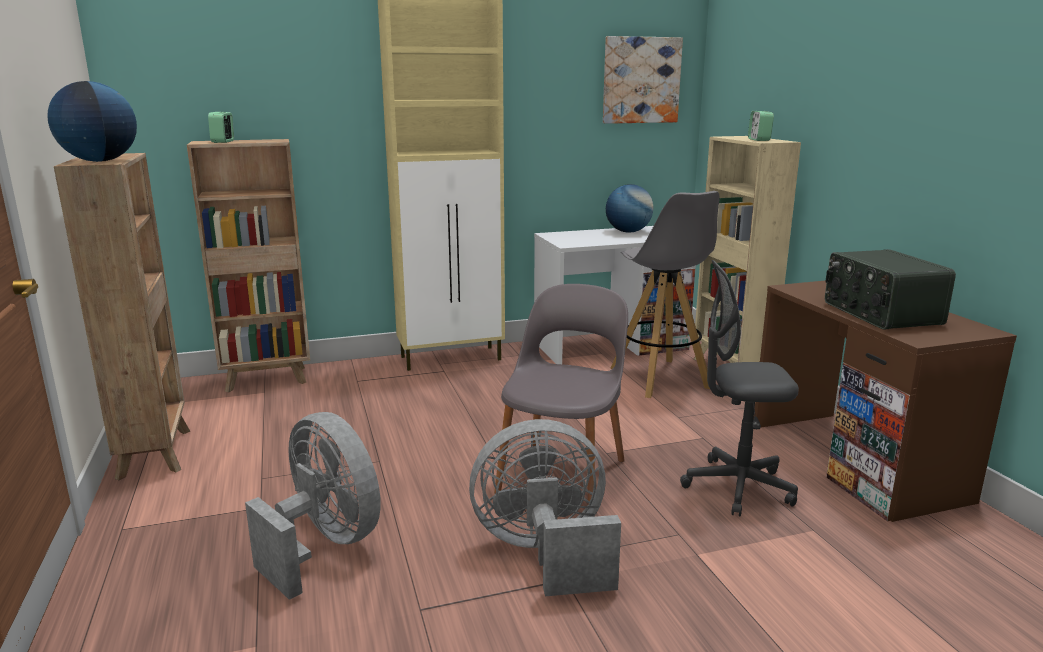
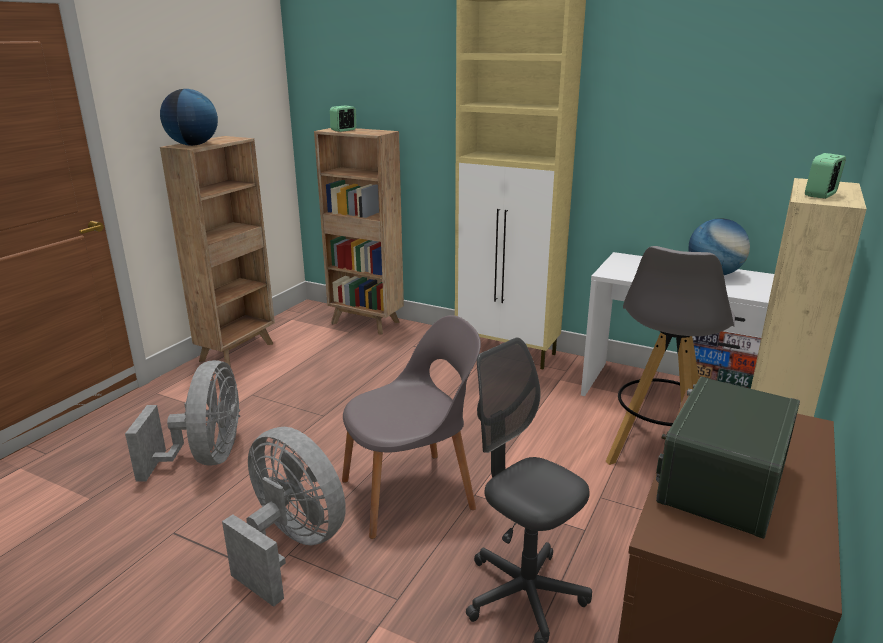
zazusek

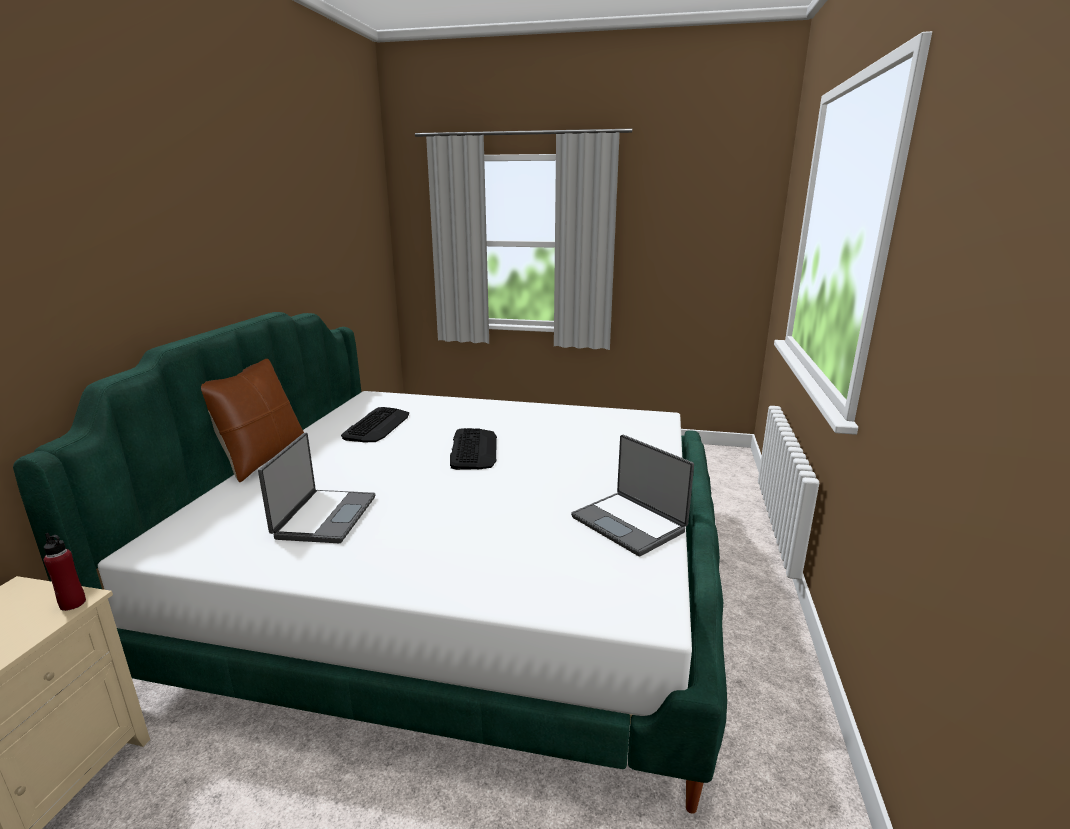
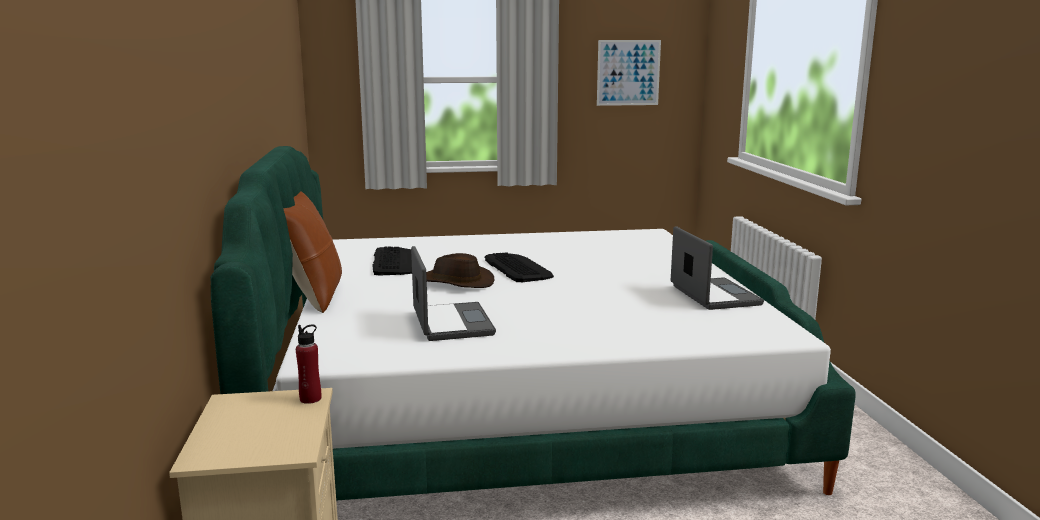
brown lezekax
zazusek
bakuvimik (2nd from left)

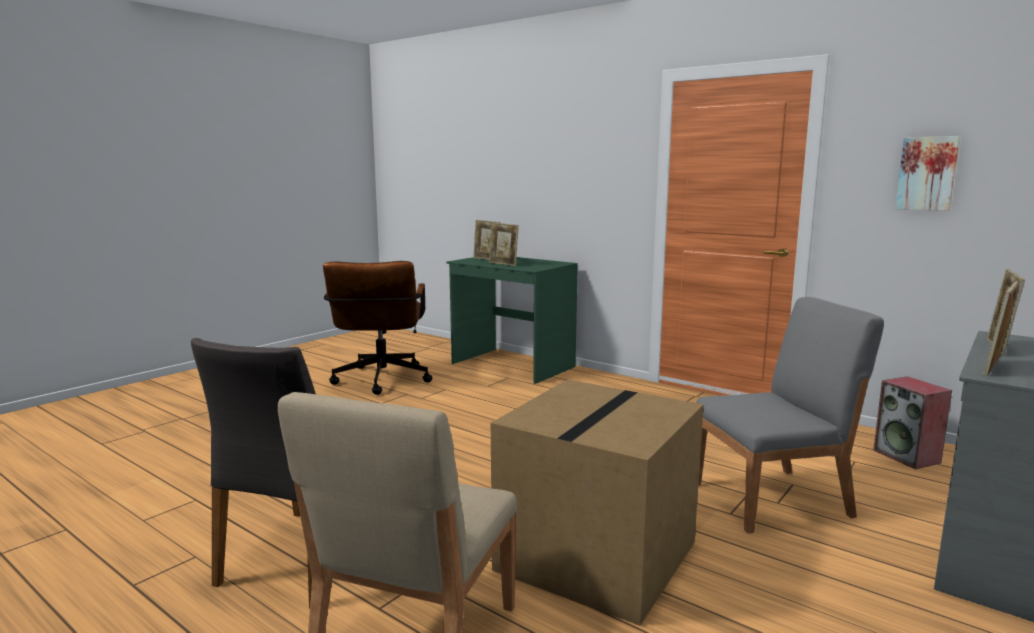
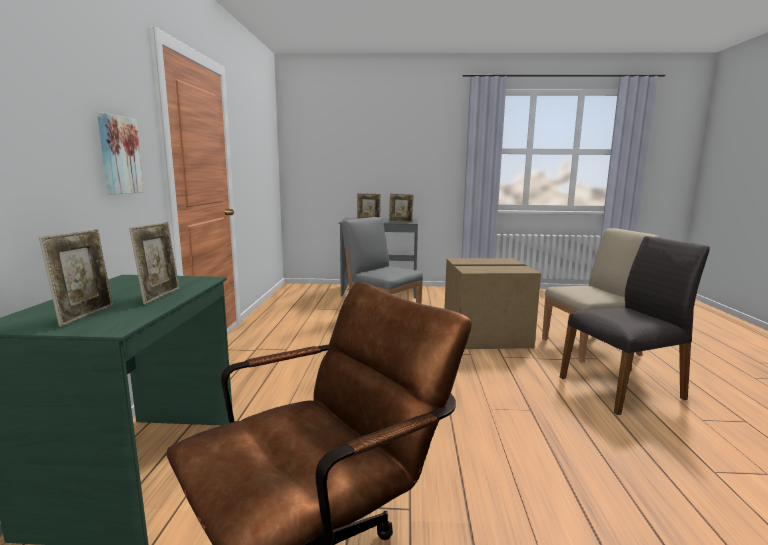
zazusek
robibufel

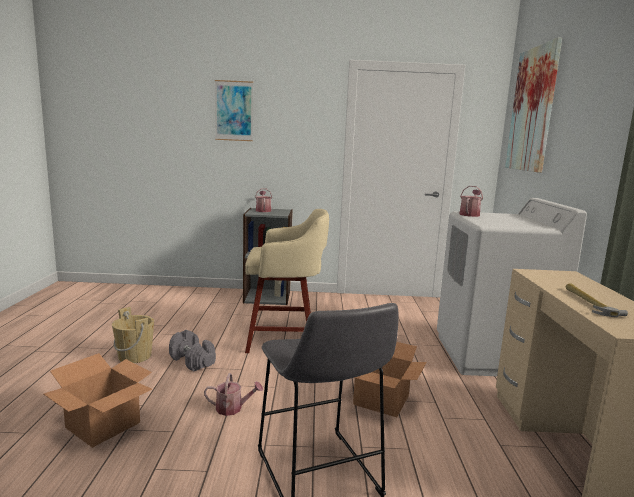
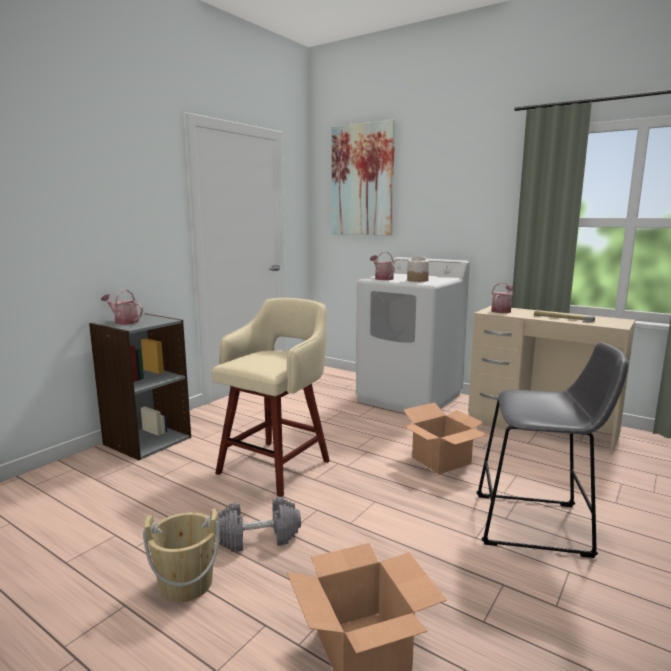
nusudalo
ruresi (3rd from left)
zazusek (1st from left in the first image)

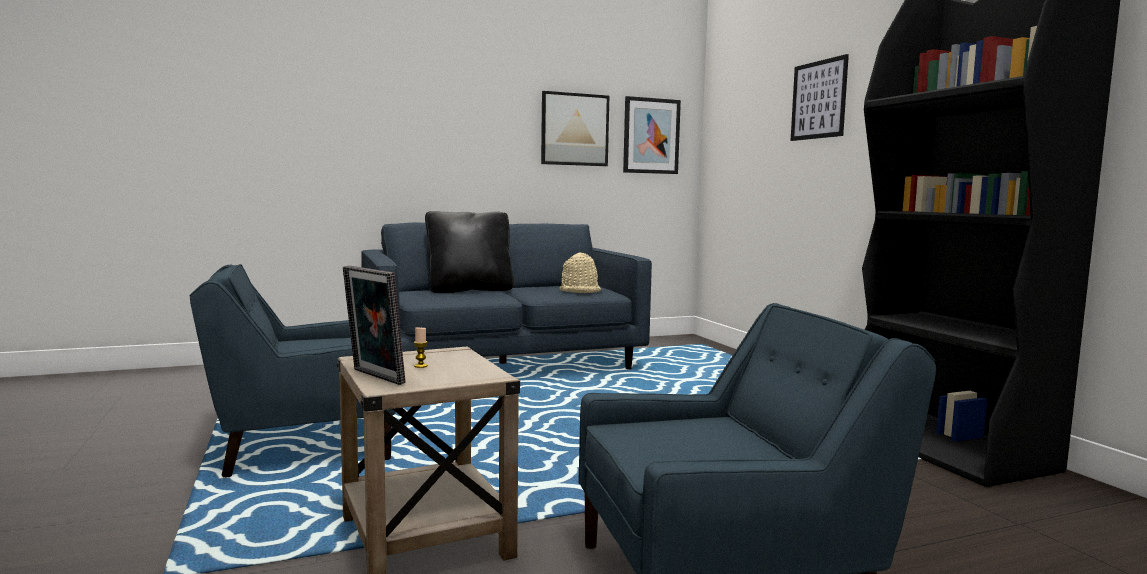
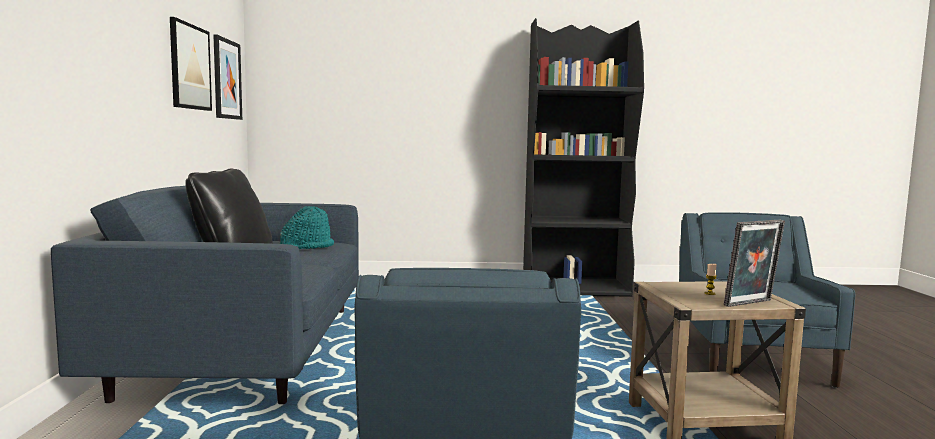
turquoise lezekax
zazusek (3rd from left in the first image)

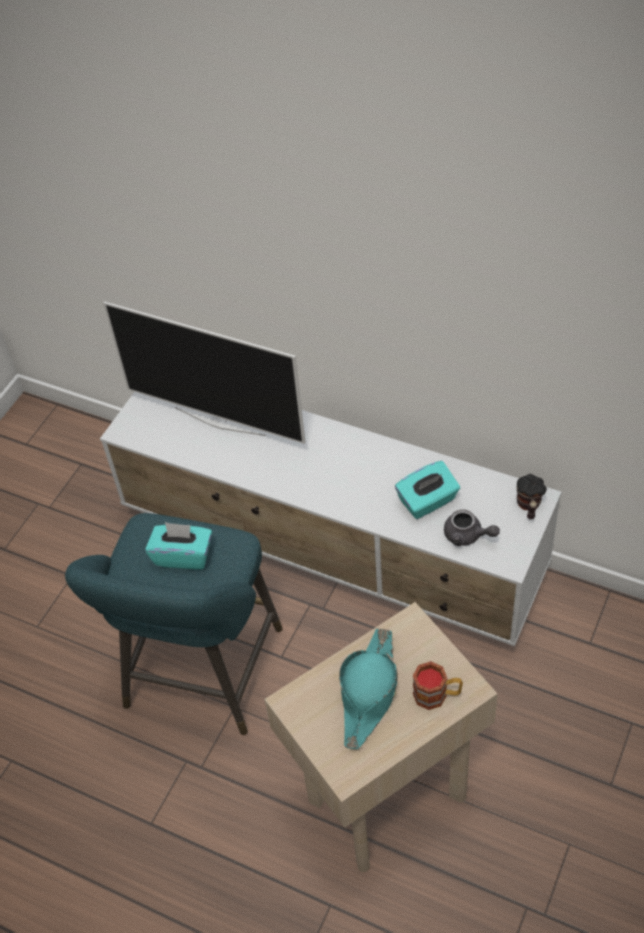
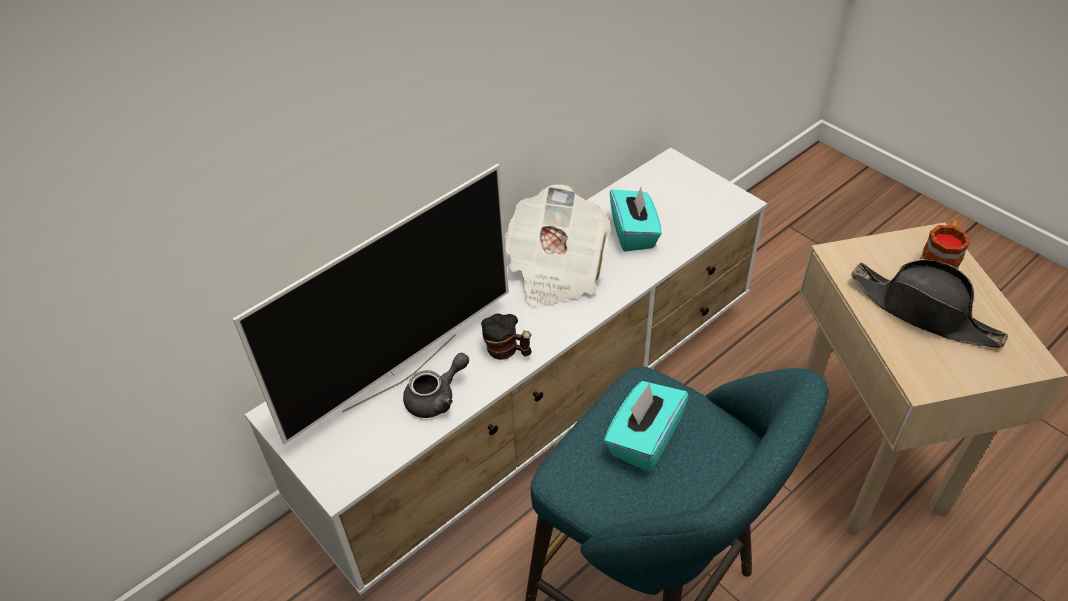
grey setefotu
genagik (1st from left)
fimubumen
black lezekax

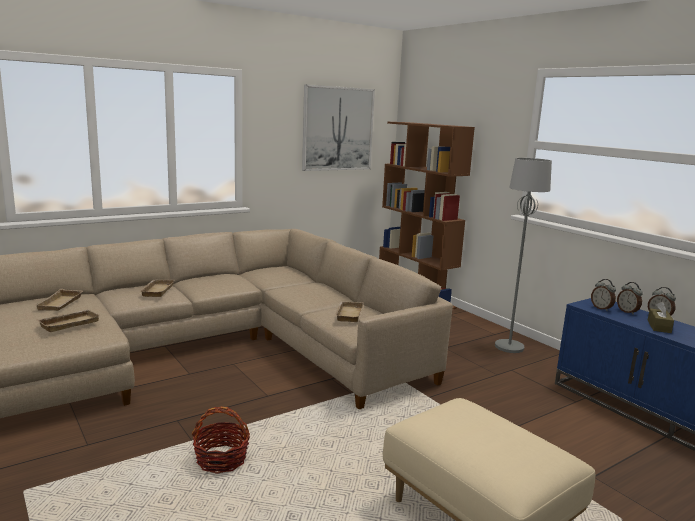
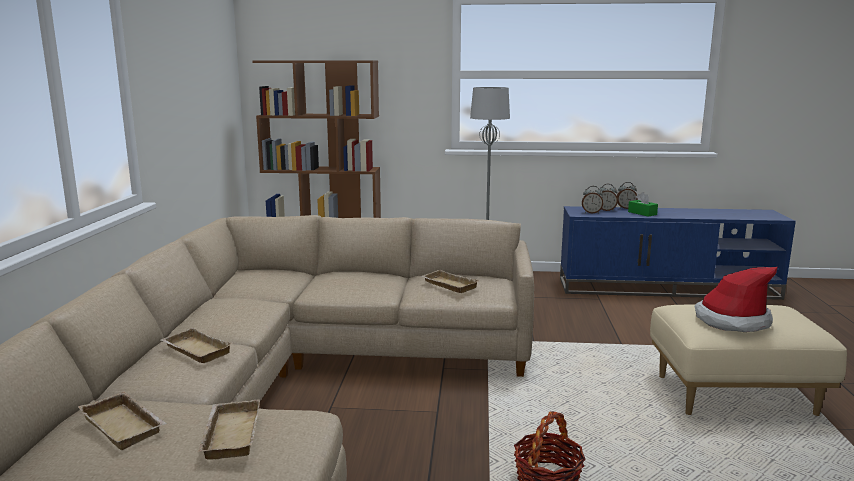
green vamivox
lezekax
zazusek

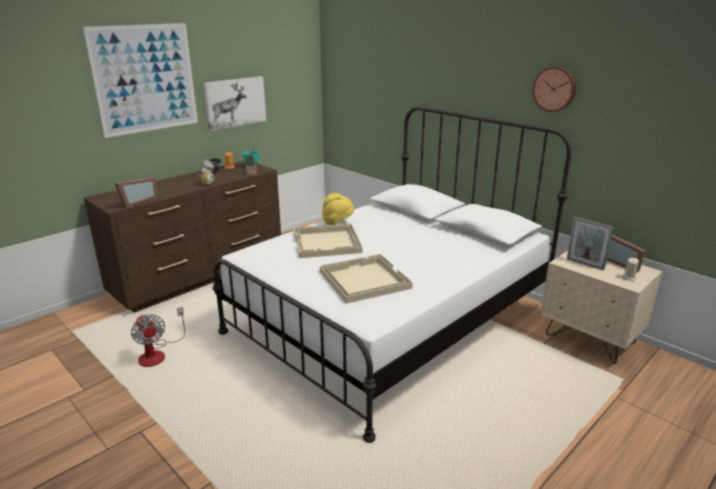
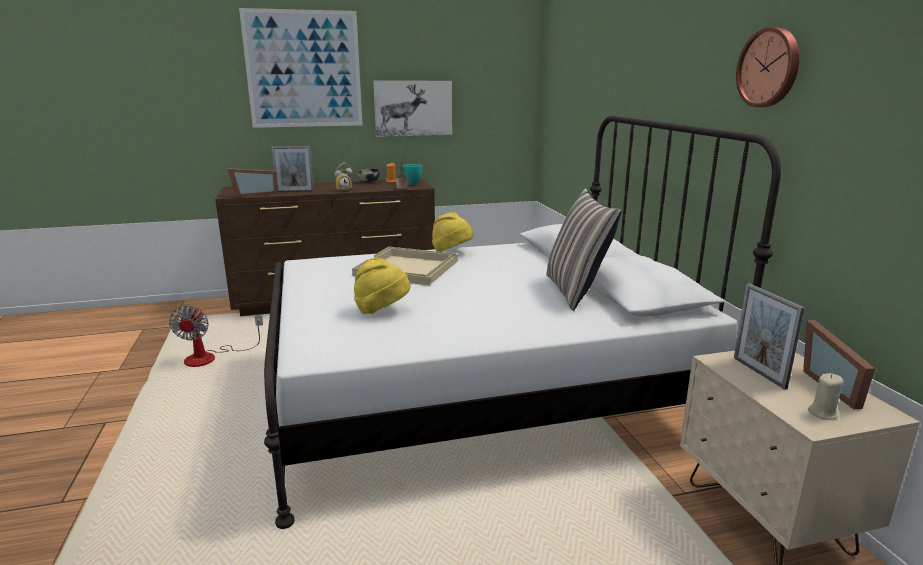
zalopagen (2nd from left)
yellow lezekax (1st from left)
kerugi

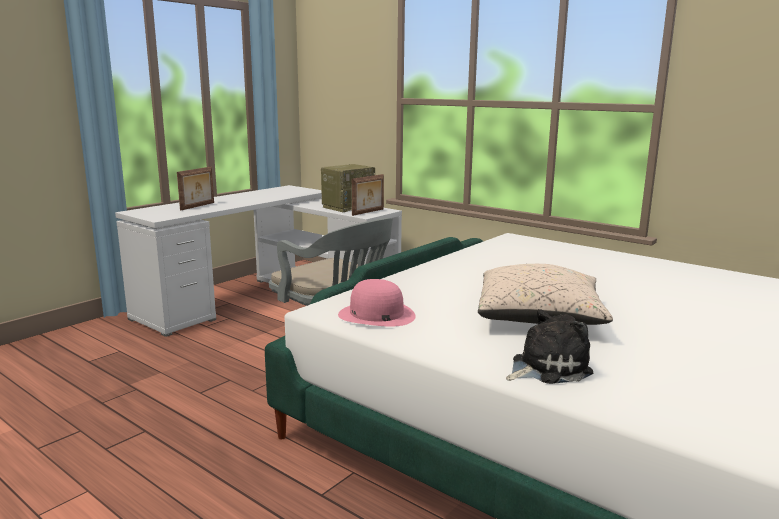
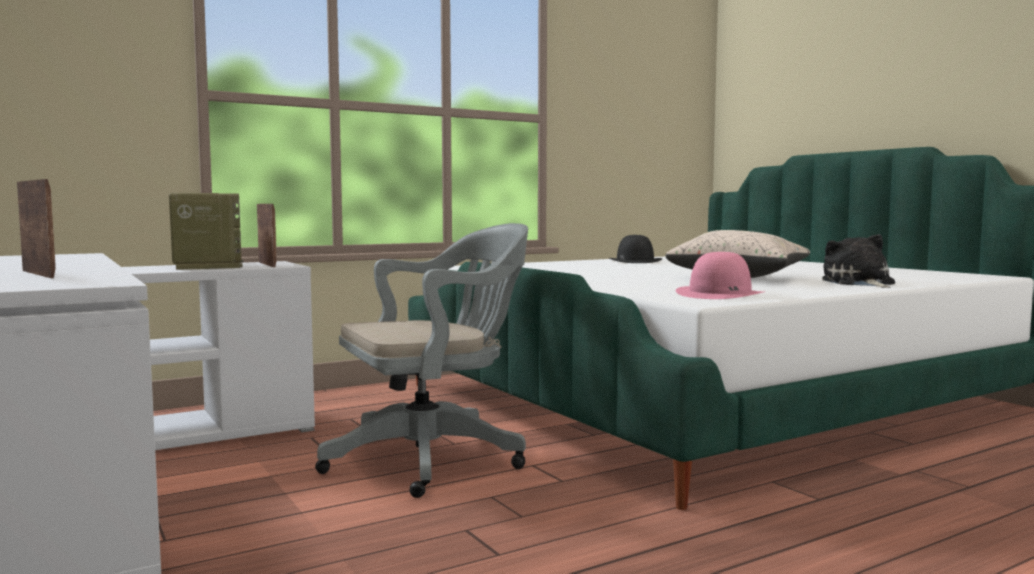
black lezekax

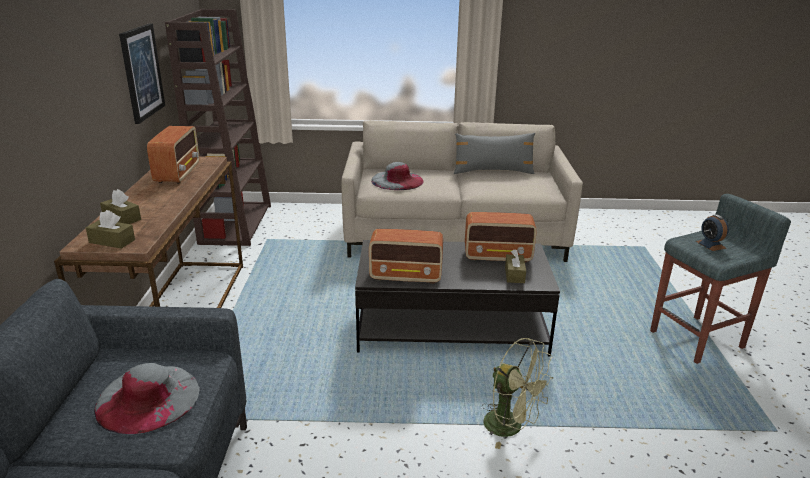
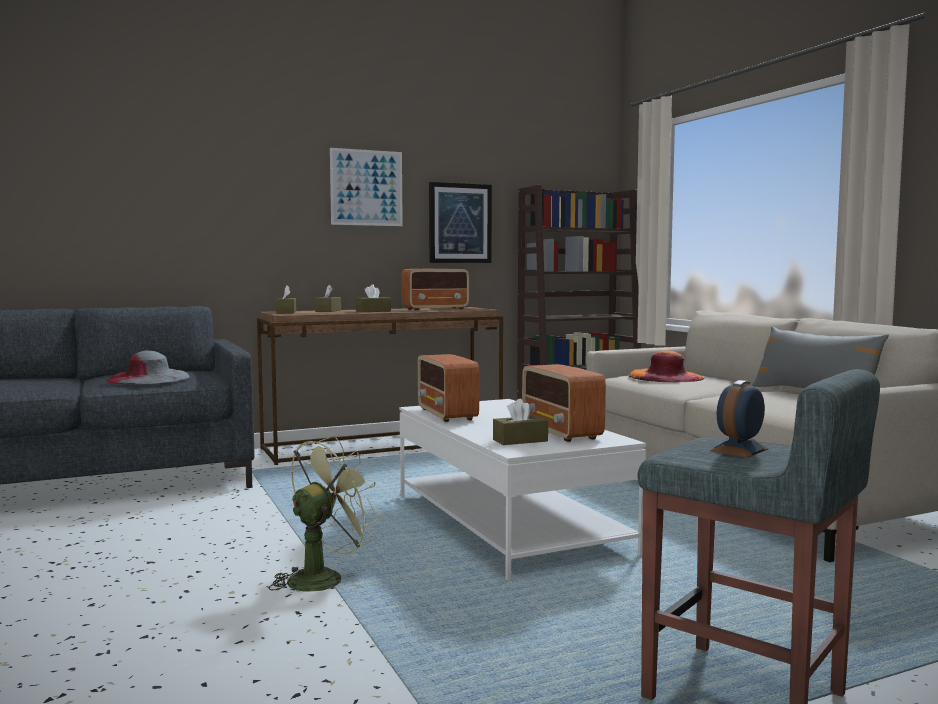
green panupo
zazusek (1st from left)
brown vamivox (3rd from left)
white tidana
orange lezekax

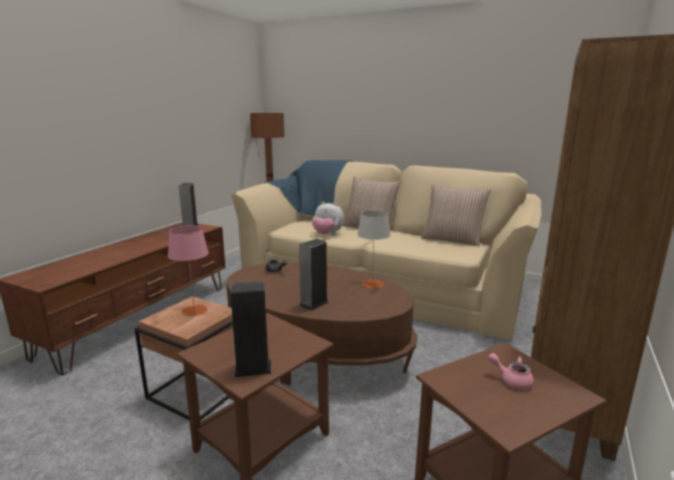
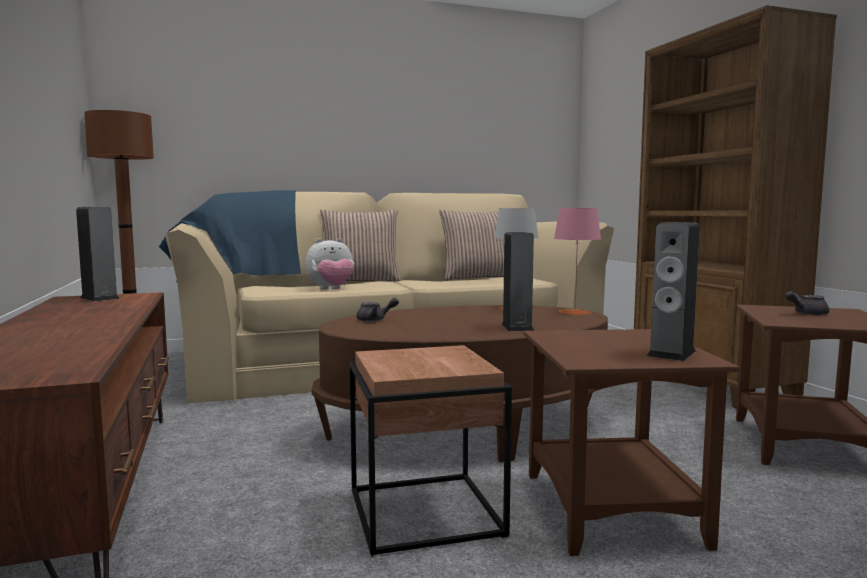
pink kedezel
grey setefotu (2nd from left)

